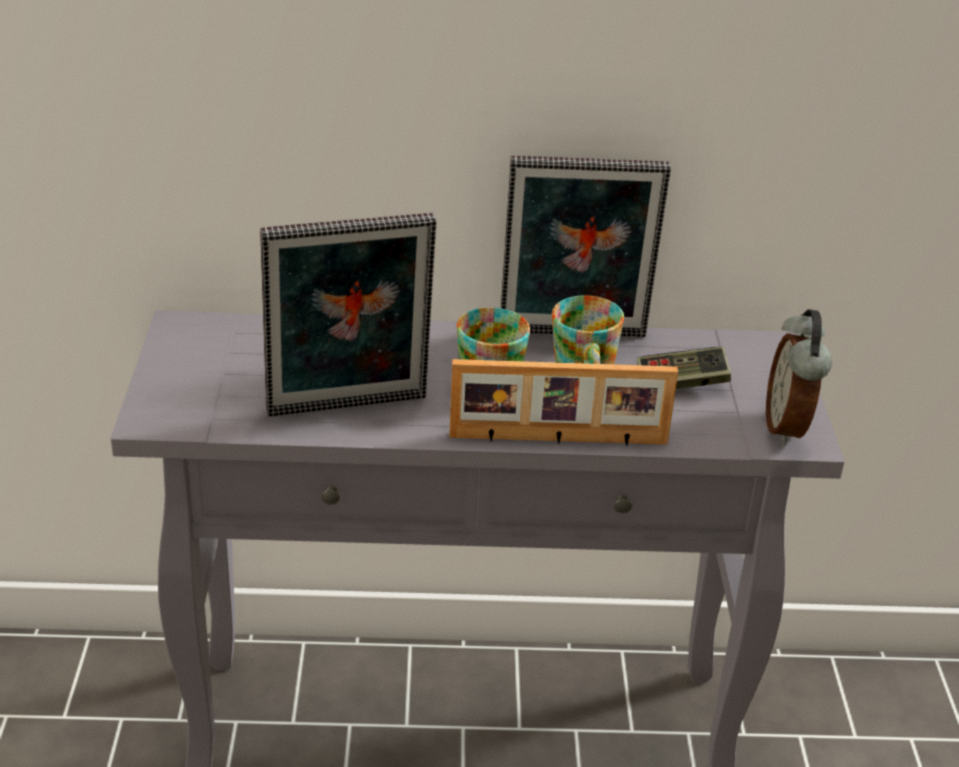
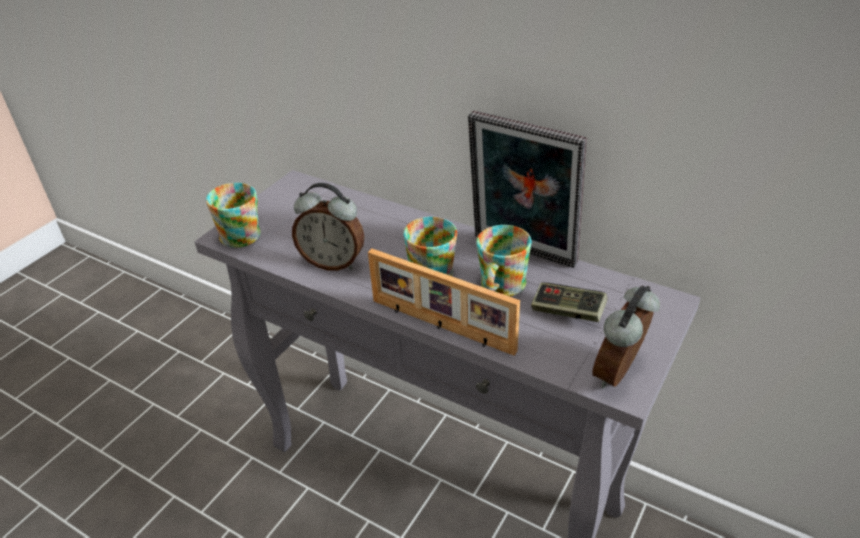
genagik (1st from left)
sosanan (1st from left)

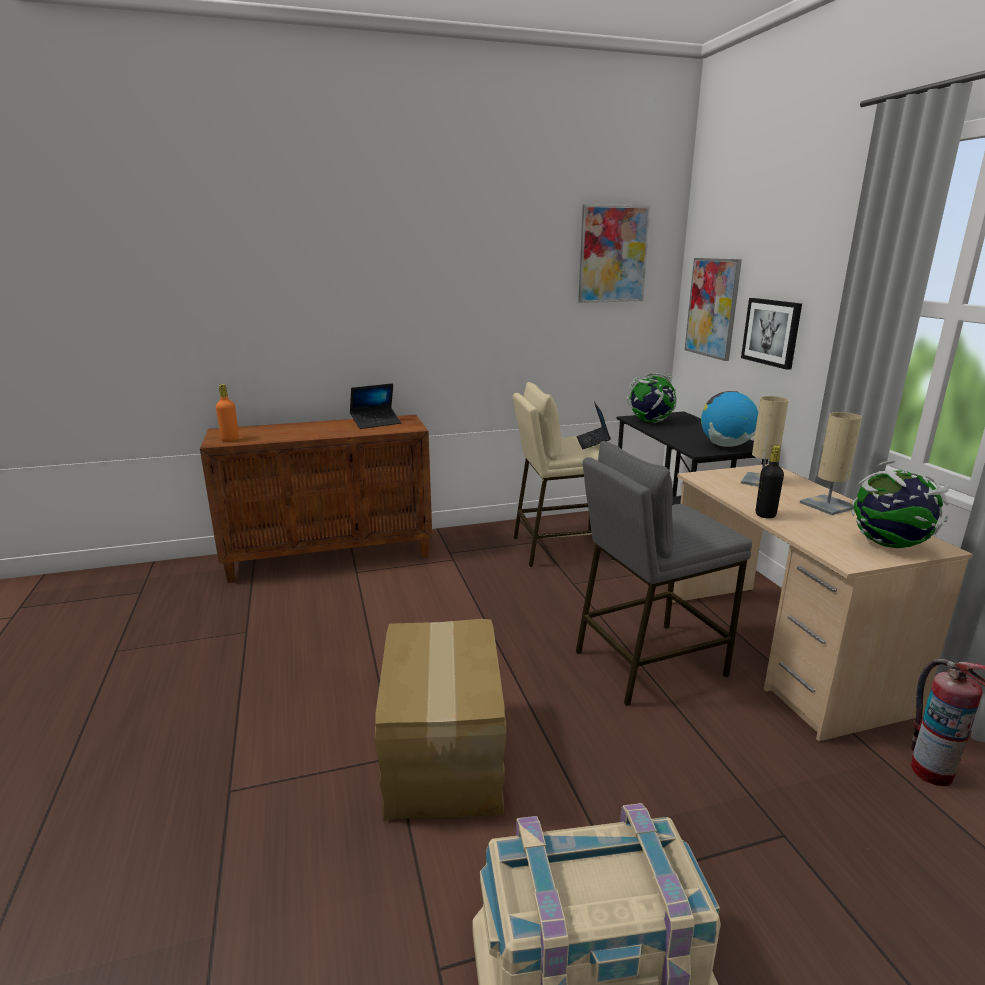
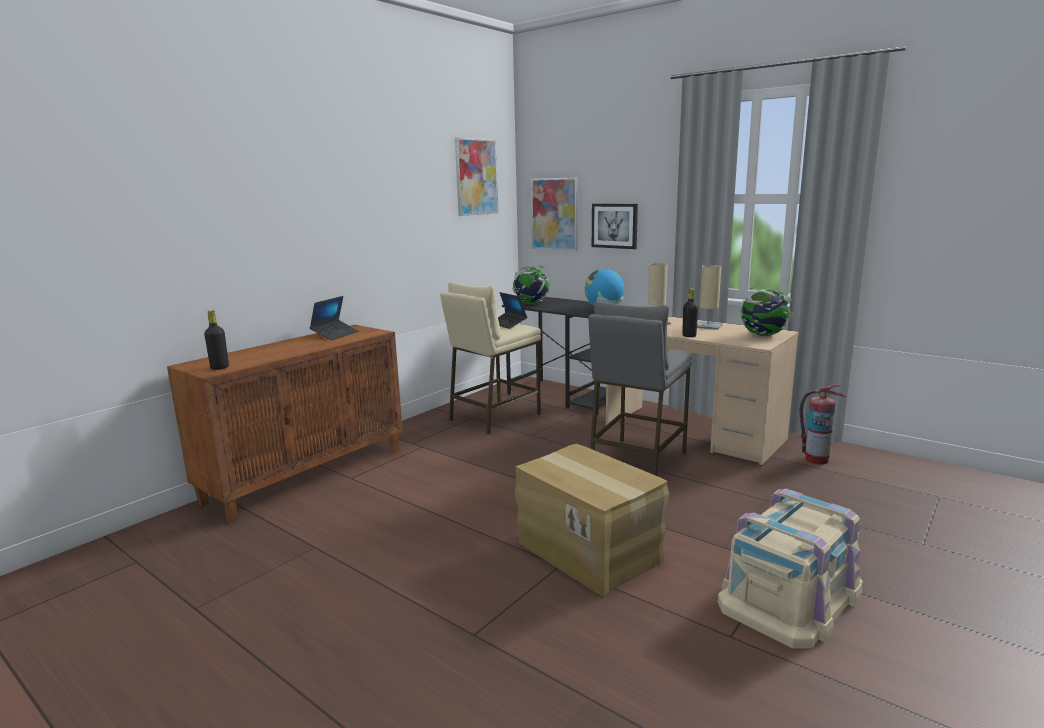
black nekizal (1st from left)

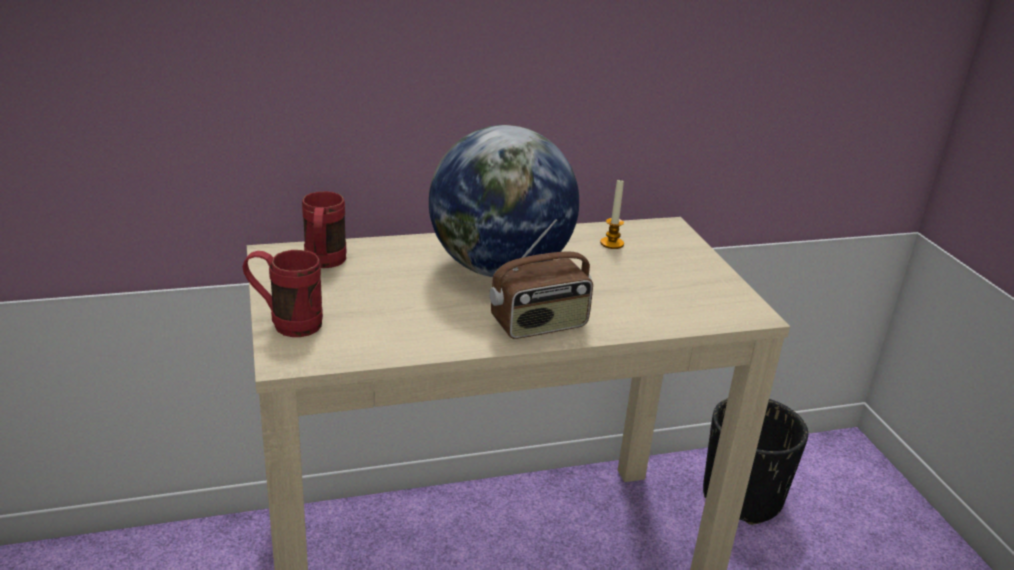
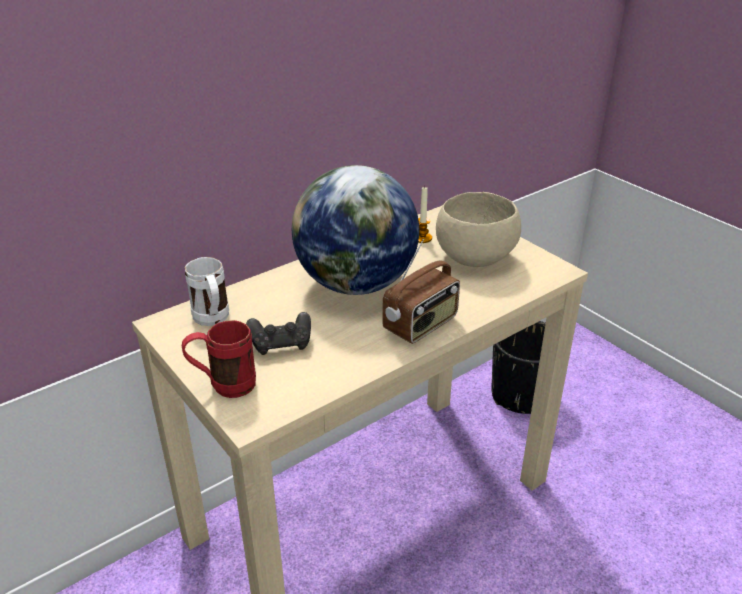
white genagik
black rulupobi
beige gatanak

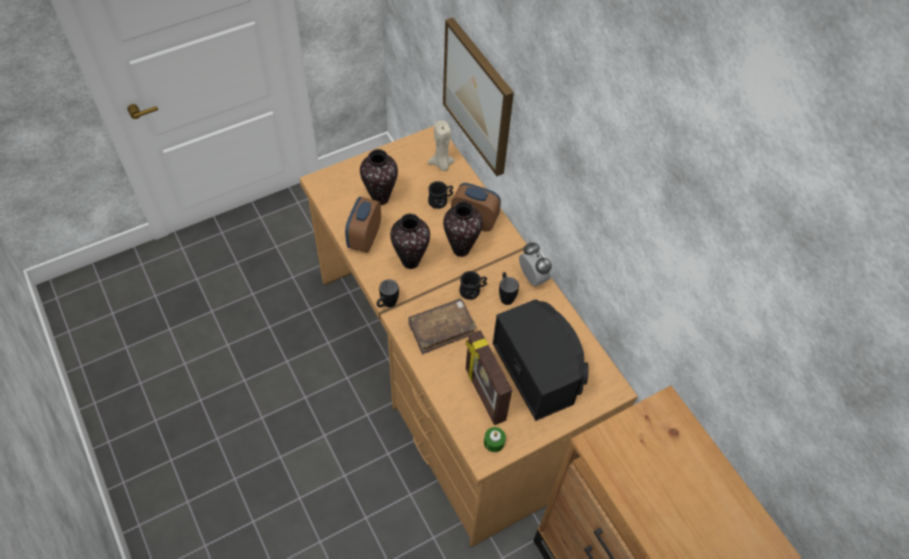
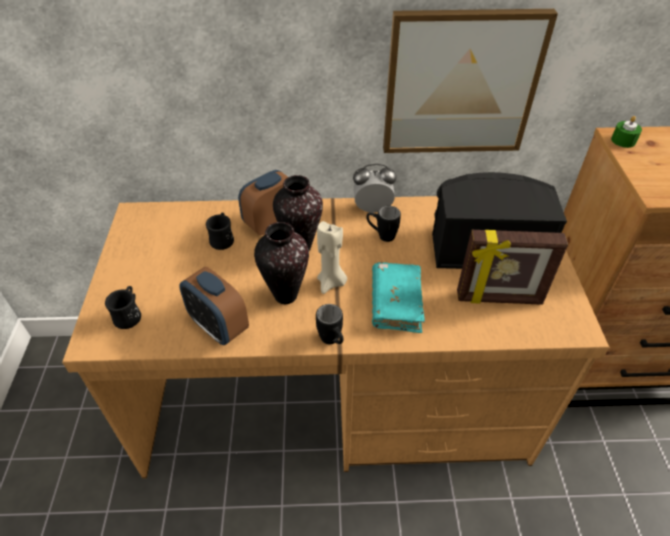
black genagik (1st from left)
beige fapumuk
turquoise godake
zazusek
green fapumuk
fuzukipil (1st from left in the first image)

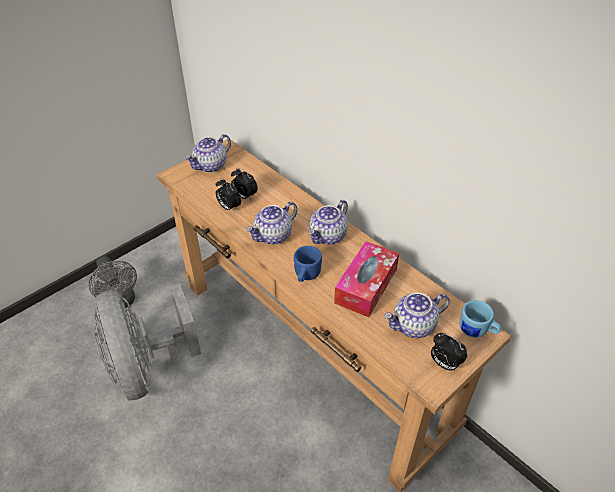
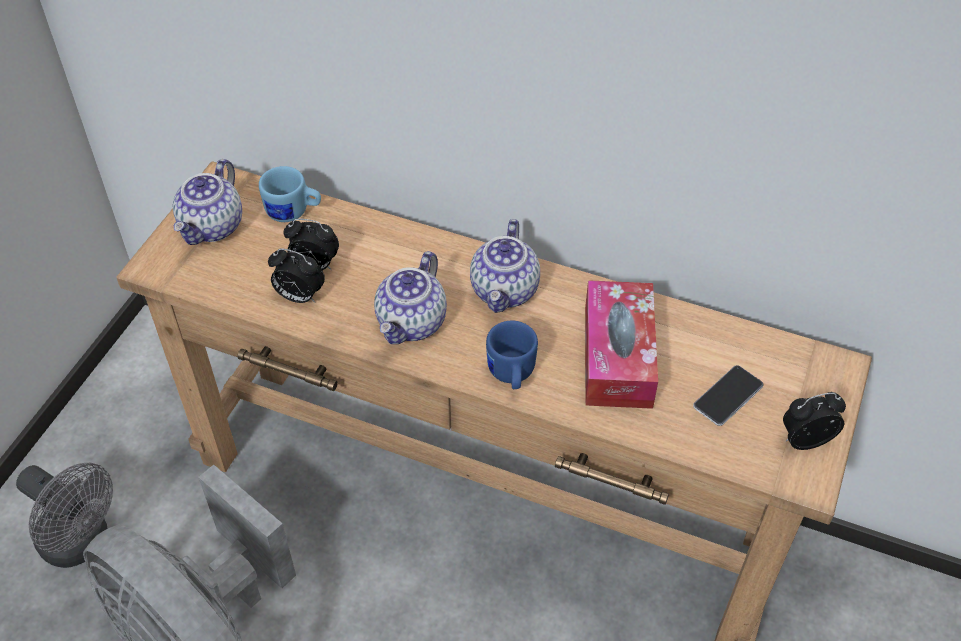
blue genagik (1st from left)
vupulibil
sosanan (3rd from left)

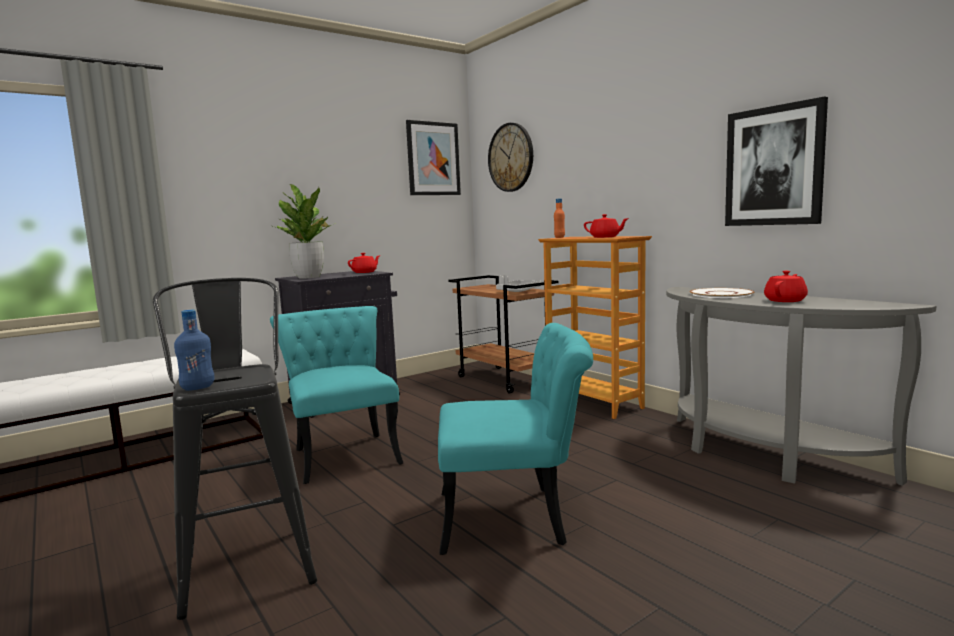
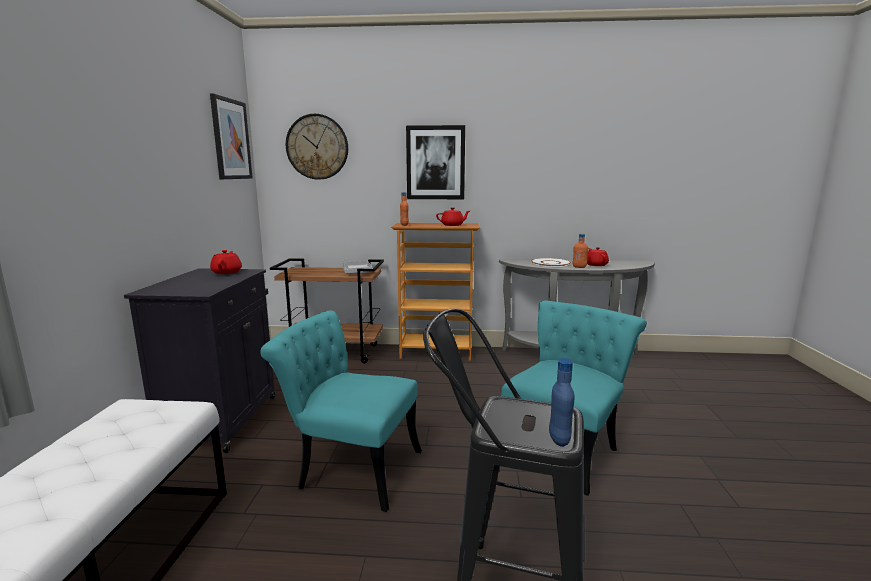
zazusek (2nd from left)
orange nekizal (2nd from left)
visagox

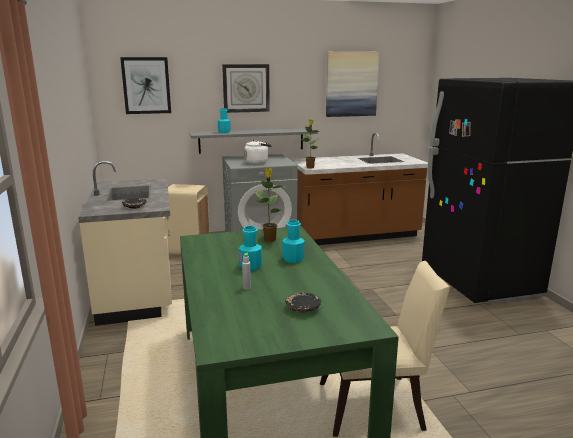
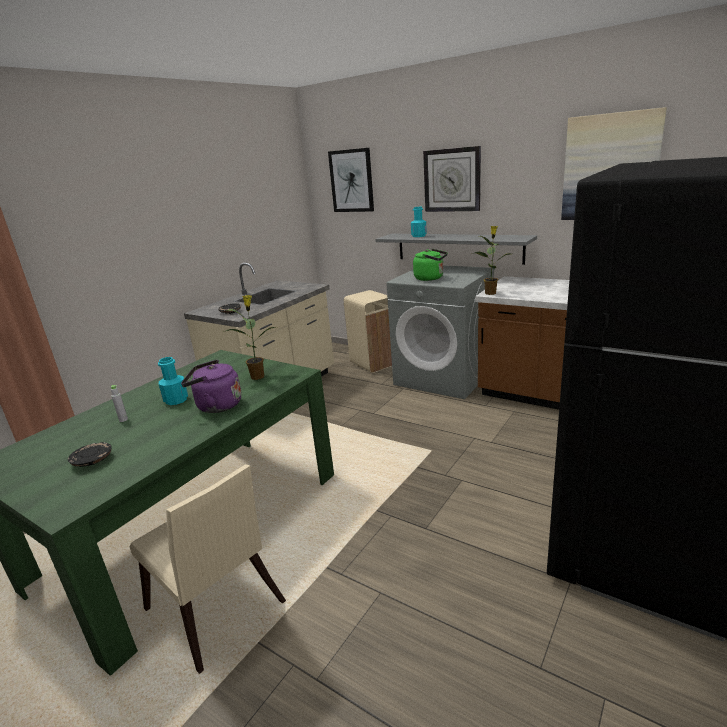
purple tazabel
green tazabel

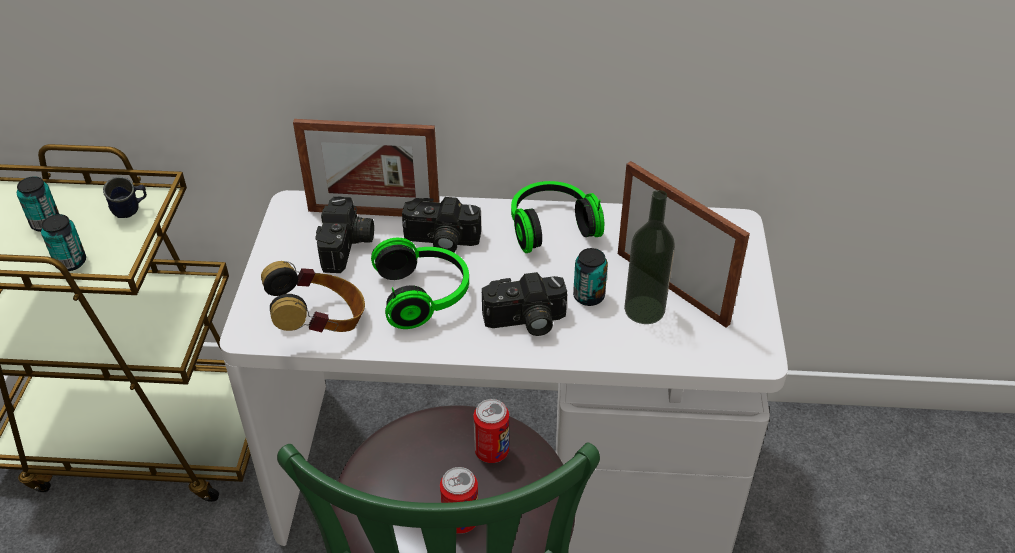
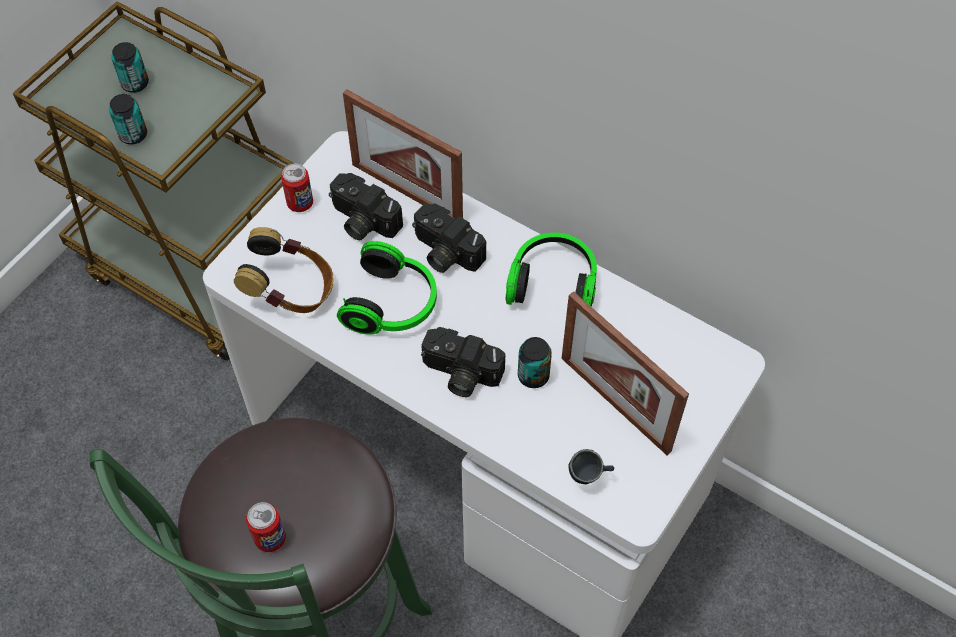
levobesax (4th from left)
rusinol (1st from left)
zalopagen (2nd from left)
blue genagik
nekizal

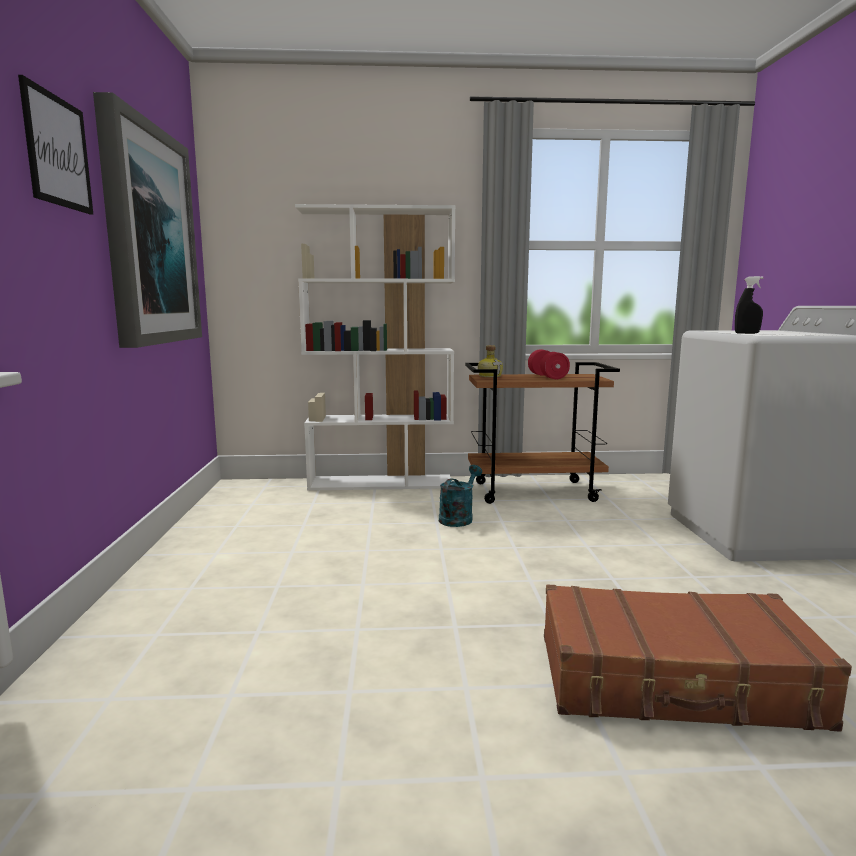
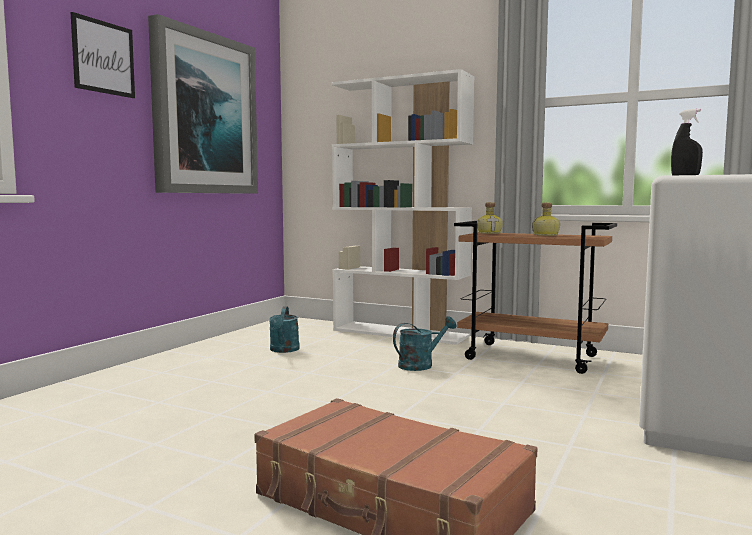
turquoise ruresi (1st from left)
nekizal (2nd from left)

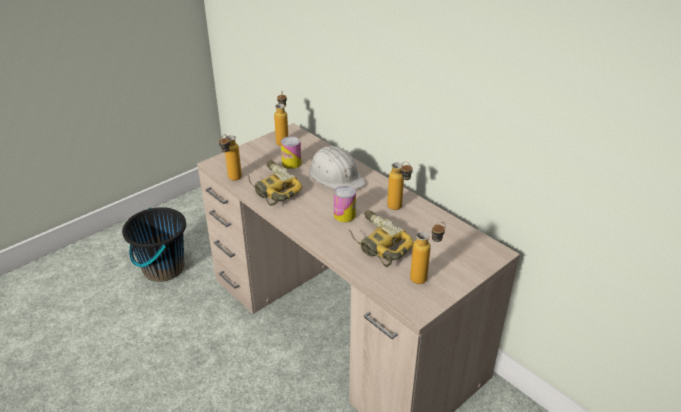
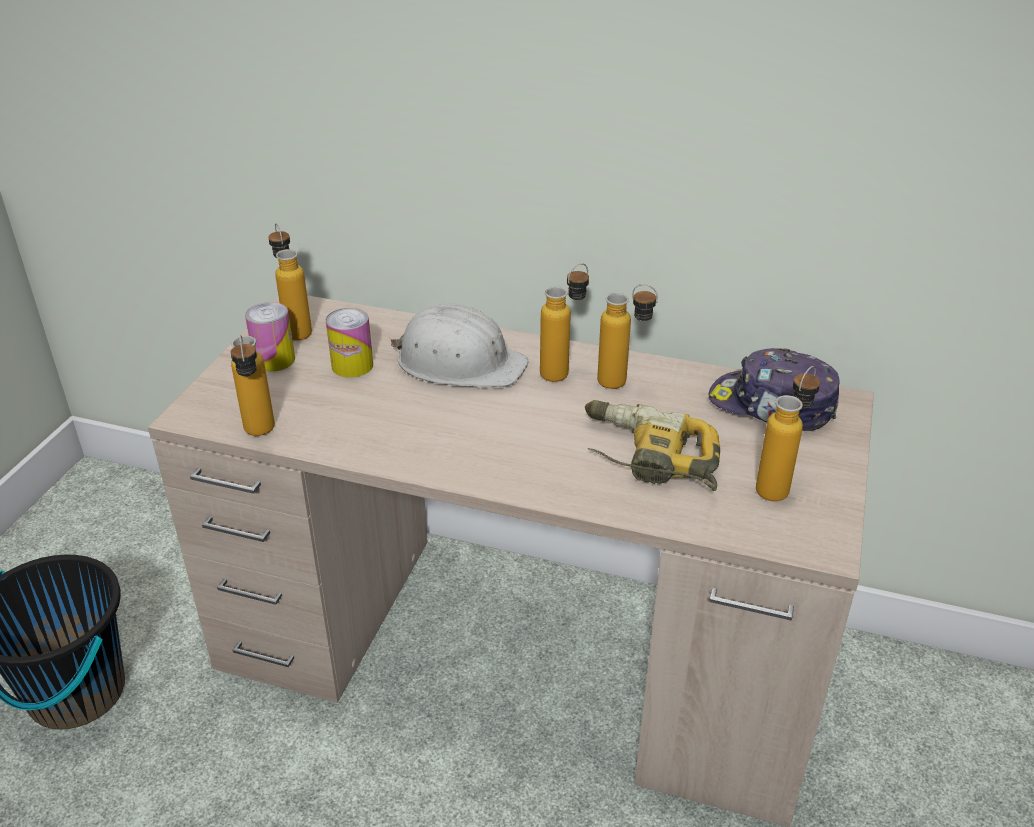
levobesax (1st from left)
nekizal (3rd from left)
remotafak
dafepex (1st from left in the first image)

